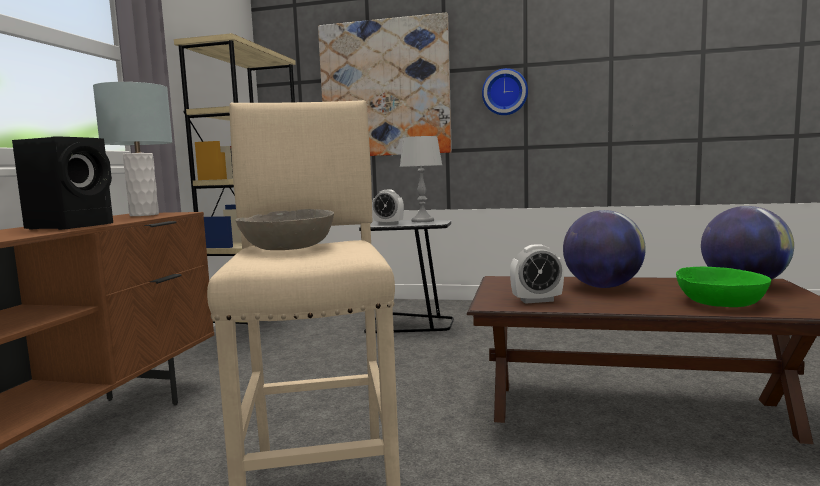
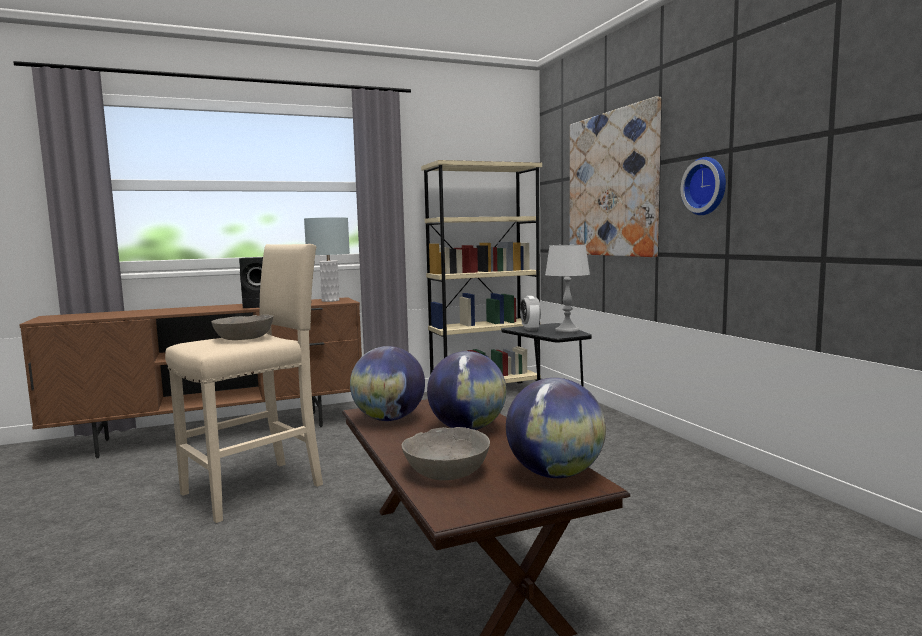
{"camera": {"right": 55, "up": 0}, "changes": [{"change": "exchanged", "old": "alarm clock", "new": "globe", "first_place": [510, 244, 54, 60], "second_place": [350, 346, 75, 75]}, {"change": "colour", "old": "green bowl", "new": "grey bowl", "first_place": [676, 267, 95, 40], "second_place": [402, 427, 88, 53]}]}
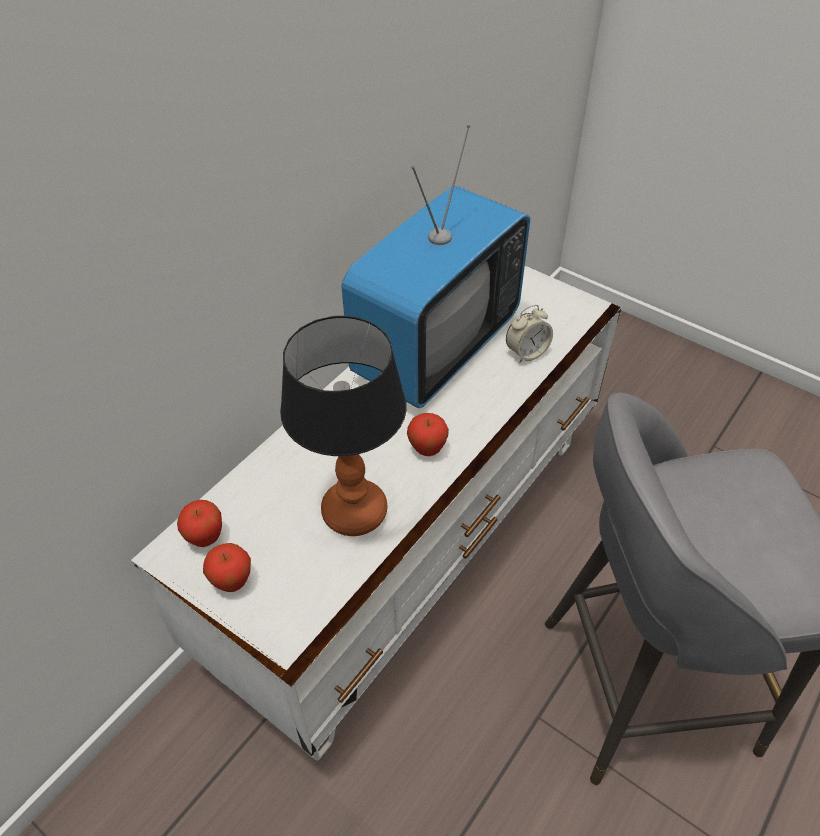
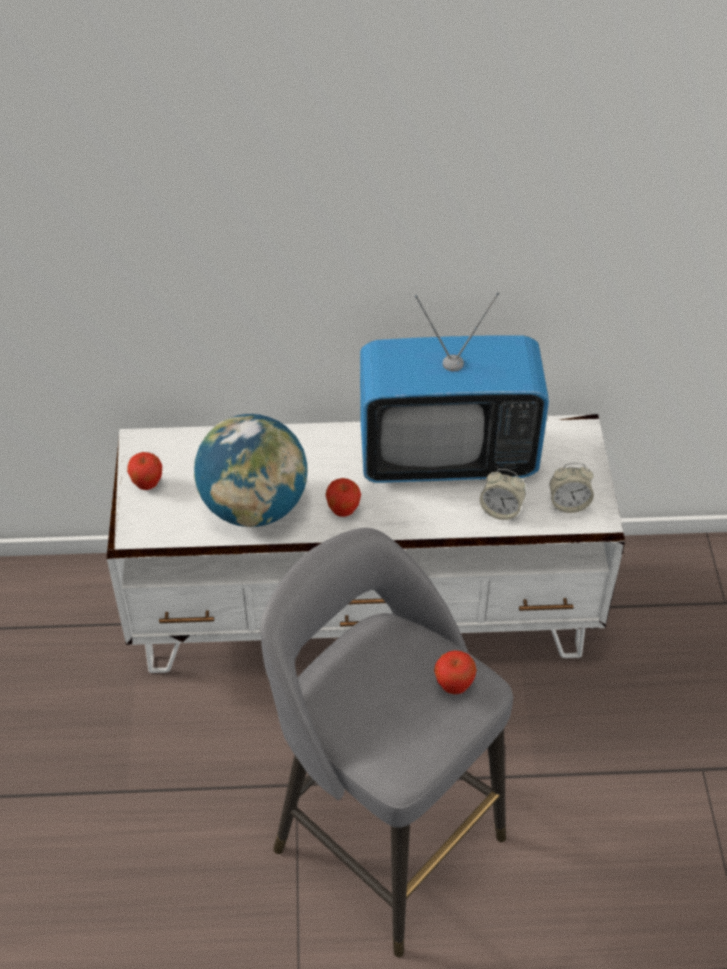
{"camera": {"right": 50, "up": 0}, "changes": [{"change": "exchanged", "old": "table lamp", "new": "globe", "first_place": [280, 316, 127, 220], "second_place": [194, 414, 114, 113]}, {"change": "relocated", "old": "apple", "first_place": [177, 500, 45, 47], "second_place": [434, 650, 43, 44]}, {"change": "appeared", "new": "alarm clock", "second_place": [550, 463, 44, 50]}]}
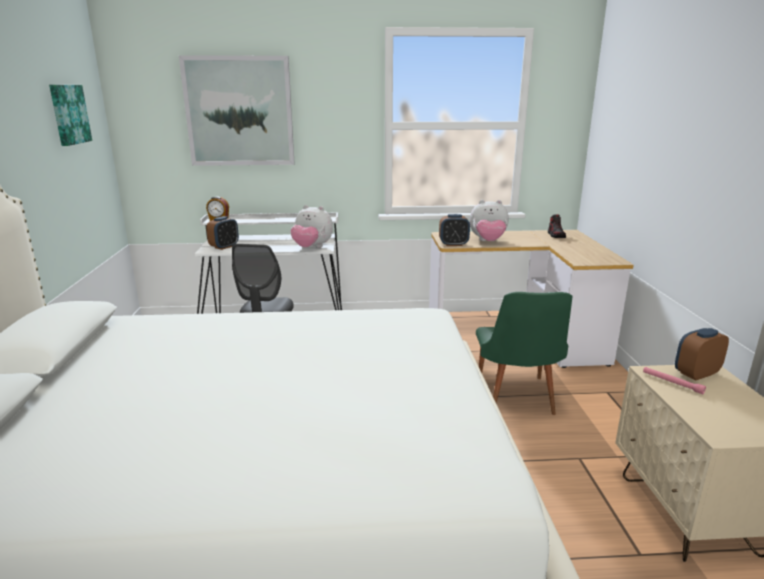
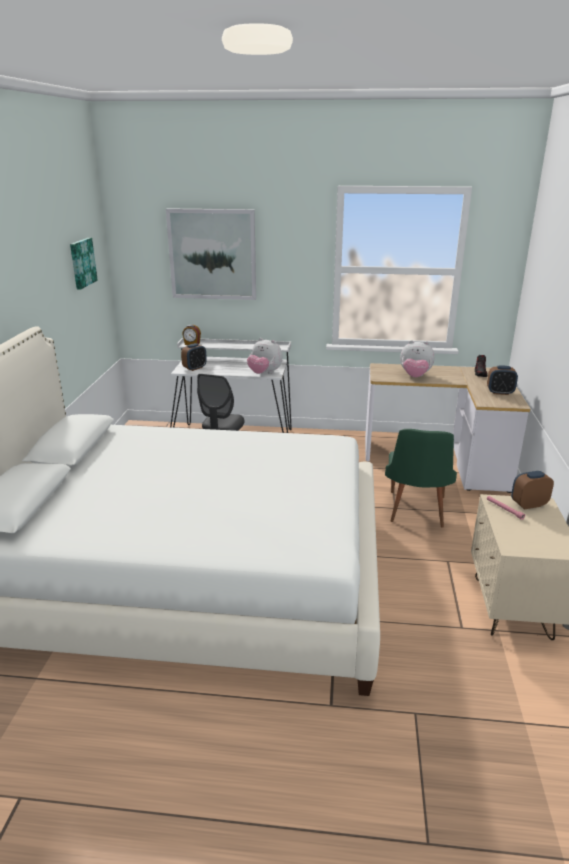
{"camera": {"right": 10, "up": 5}, "changes": [{"change": "relocated", "old": "alarm clock", "first_place": [439, 214, 31, 32], "second_place": [487, 366, 31, 29]}]}
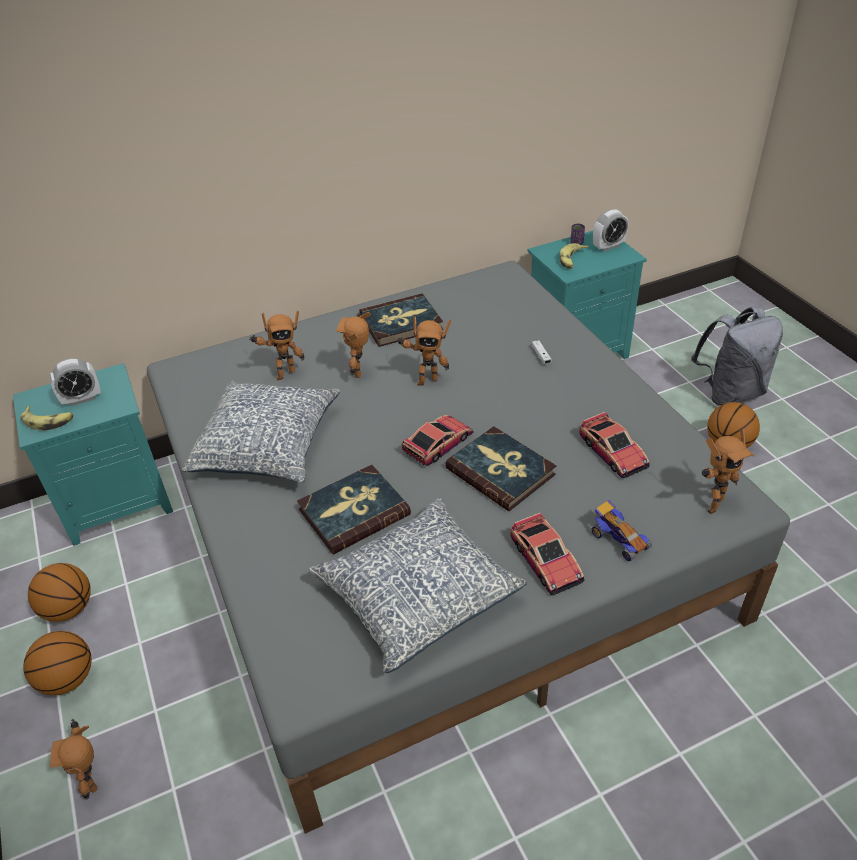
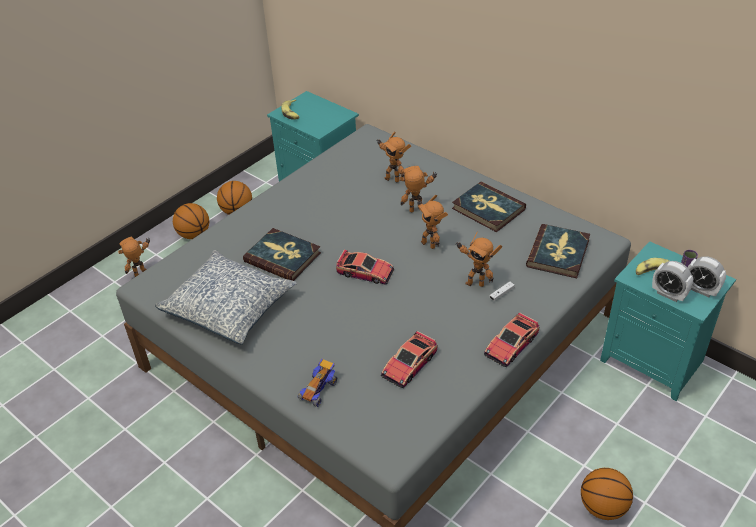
{"camera": {"right": 65, "up": 0}, "changes": [{"change": "relocated", "old": "toy robot", "first_place": [702, 429, 52, 85], "second_place": [455, 231, 47, 56]}, {"change": "relocated", "old": "toy car", "first_place": [511, 513, 74, 82], "second_place": [484, 312, 56, 55]}, {"change": "relocated", "old": "book", "first_place": [445, 426, 111, 85], "second_place": [526, 224, 64, 55]}, {"change": "relocated", "old": "alarm clock", "first_place": [50, 358, 51, 48], "second_place": [652, 261, 41, 41]}, {"change": "missing", "old": "pillow", "first_place": [181, 380, 159, 103]}, {"change": "missing", "old": "grey backpack", "first_place": [691, 307, 92, 98]}]}
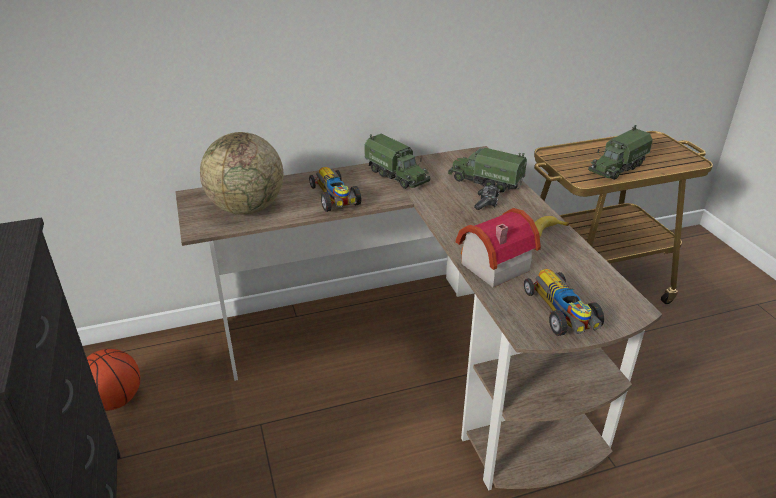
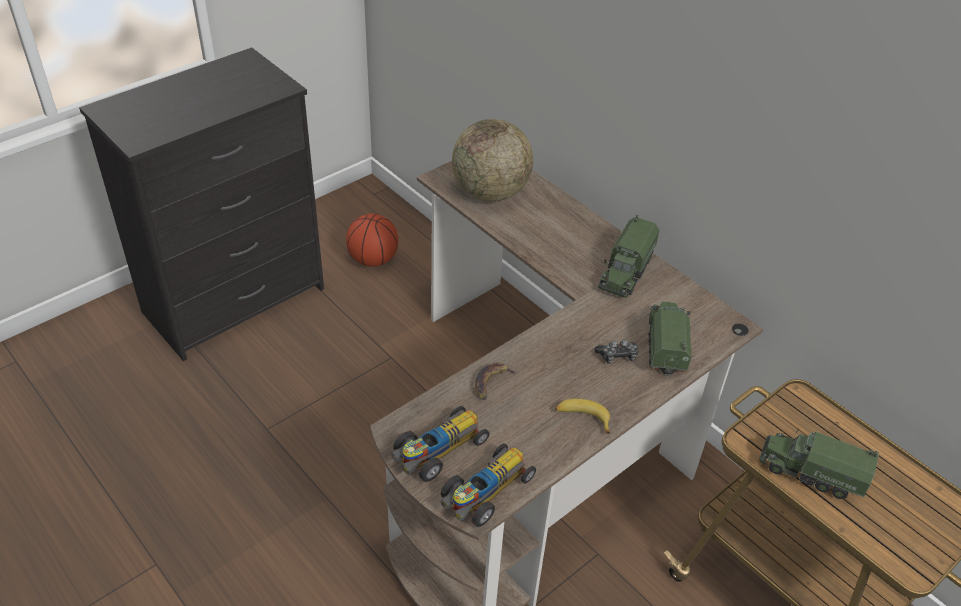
{"camera": {"right": 65, "up": 10}, "changes": [{"change": "relocated", "old": "toy car", "first_place": [309, 167, 52, 45], "second_place": [441, 443, 95, 84]}, {"change": "exchanged", "old": "toy house", "new": "banana", "first_place": [456, 208, 85, 79], "second_place": [475, 362, 43, 38]}]}
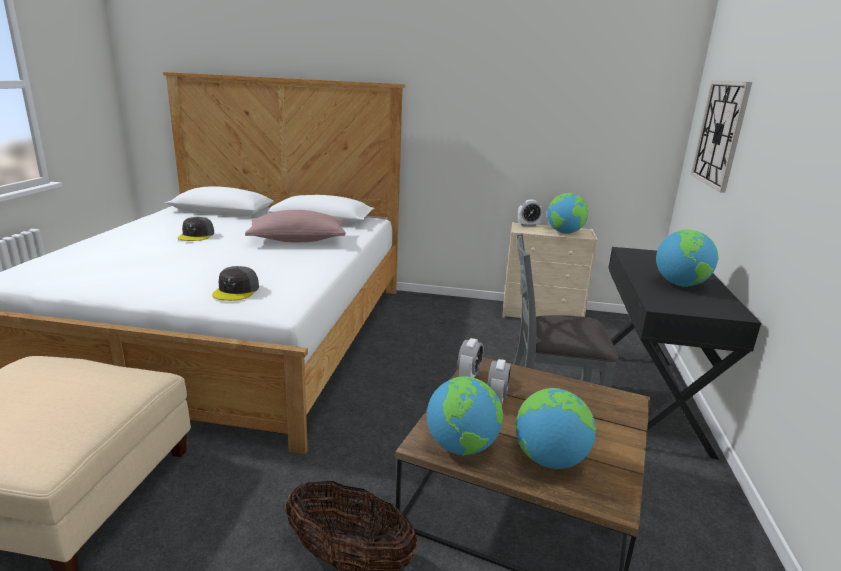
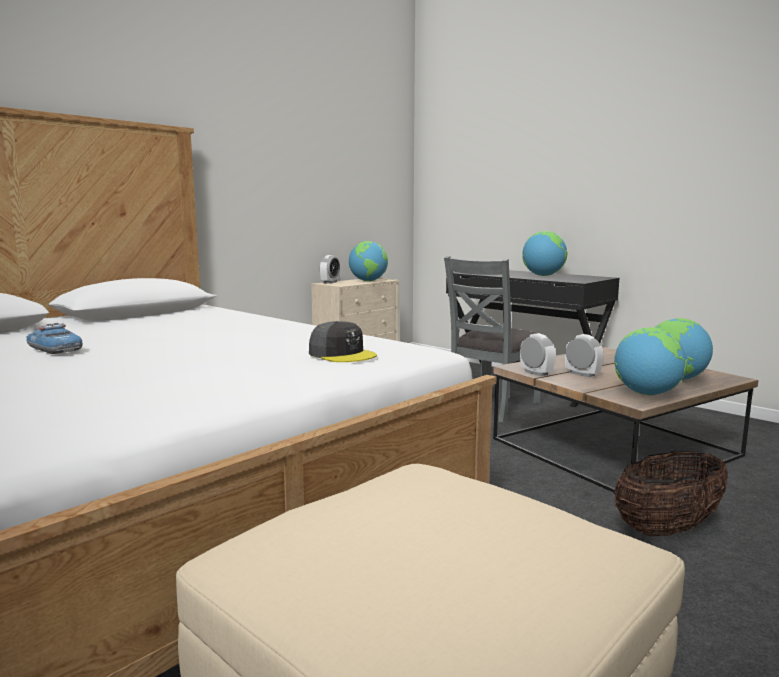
{"camera": {"right": -55, "up": -10}, "changes": [{"change": "exchanged", "old": "grey cap", "new": "toy car", "first_place": [178, 217, 36, 24], "second_place": [26, 323, 57, 31]}, {"change": "missing", "old": "pink pillow", "first_place": [245, 210, 101, 32]}, {"change": "missing", "old": "wall clock", "first_place": [691, 81, 61, 112]}]}
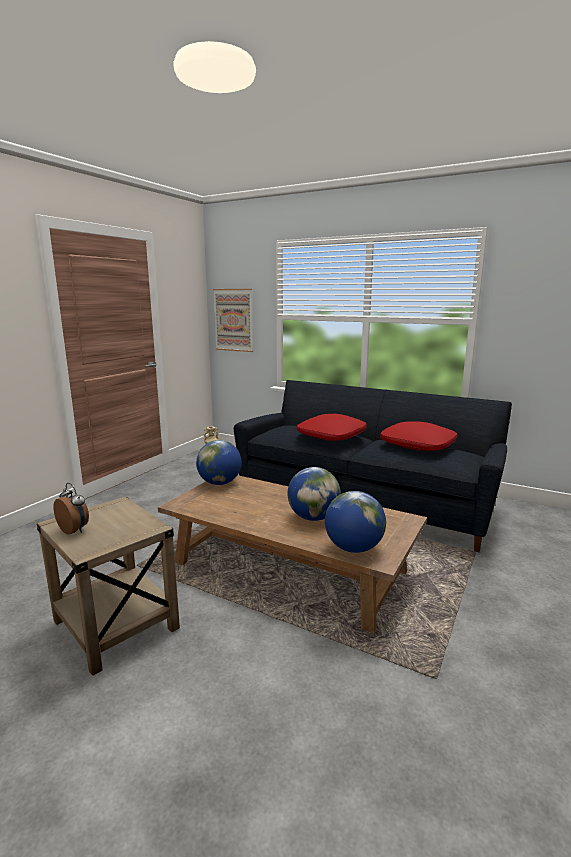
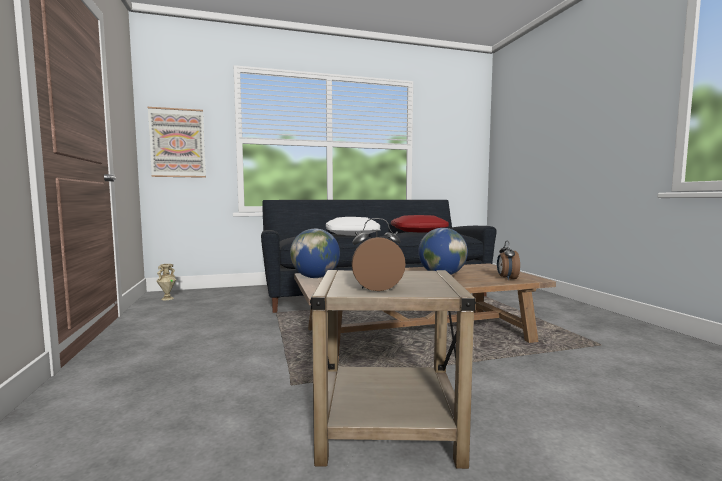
{"camera": {"right": -45, "up": -10}, "changes": [{"change": "colour", "old": "red pillow", "new": "white pillow", "first_place": [297, 414, 70, 27], "second_place": [326, 217, 54, 19]}, {"change": "exchanged", "old": "globe", "new": "alarm clock", "first_place": [325, 491, 61, 62], "second_place": [497, 241, 23, 39]}]}
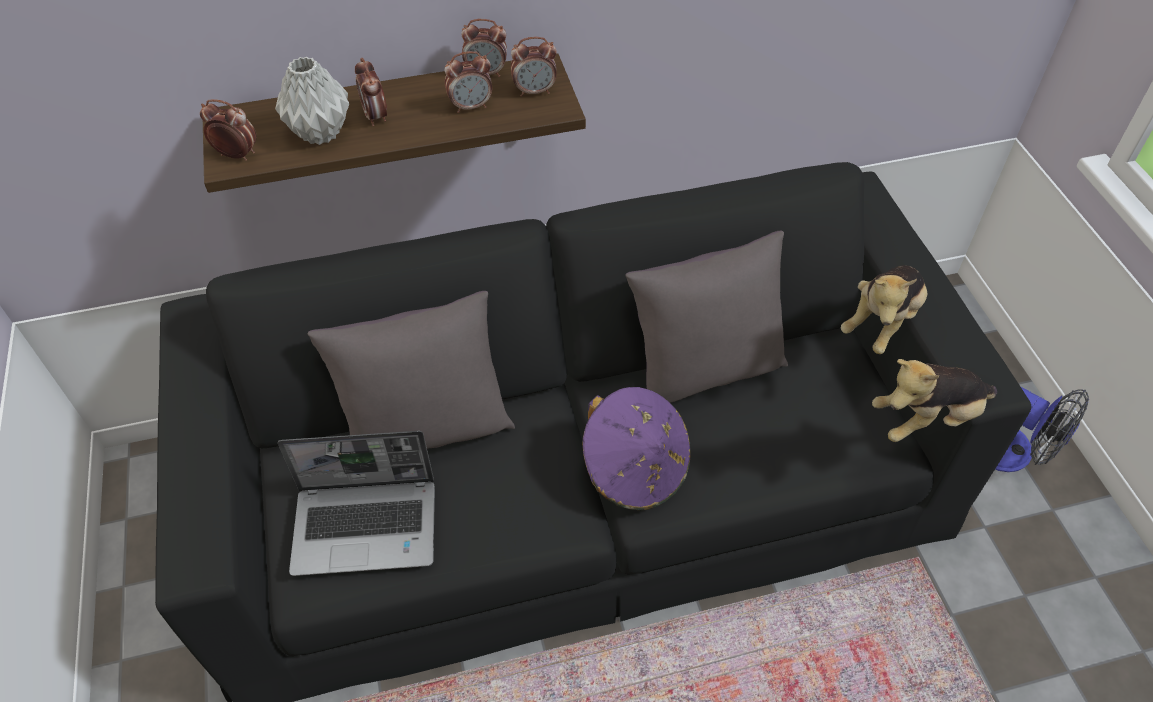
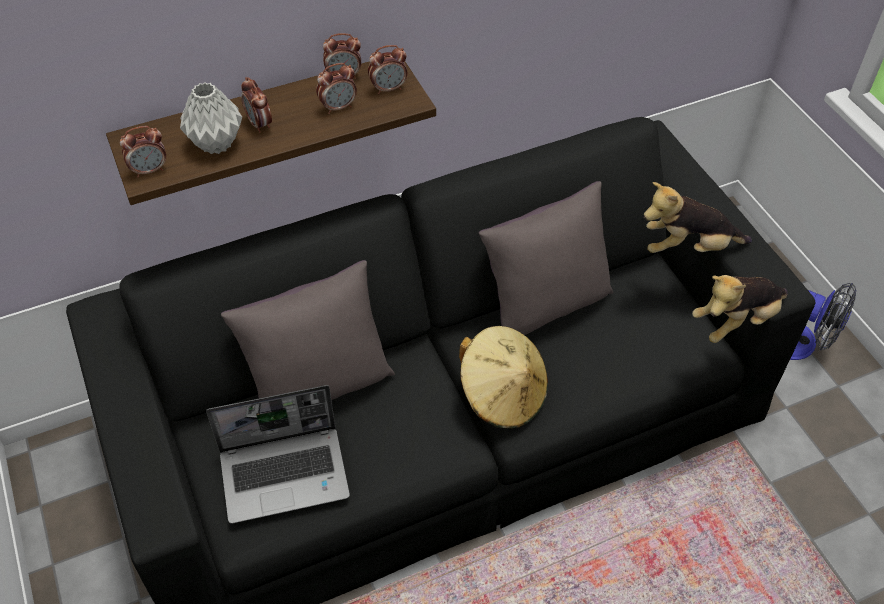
{"camera": {"right": -10, "up": 0}, "changes": [{"change": "spun", "old": "alarm clock", "first_place": [200, 99, 57, 62], "second_place": [120, 126, 46, 51], "degrees": 150}, {"change": "colour", "old": "purple hat", "new": "beige hat", "first_place": [582, 387, 109, 123], "second_place": [459, 326, 89, 103]}, {"change": "spun", "old": "plush toy", "first_place": [841, 265, 87, 89], "second_place": [644, 182, 108, 71], "degrees": 60}]}
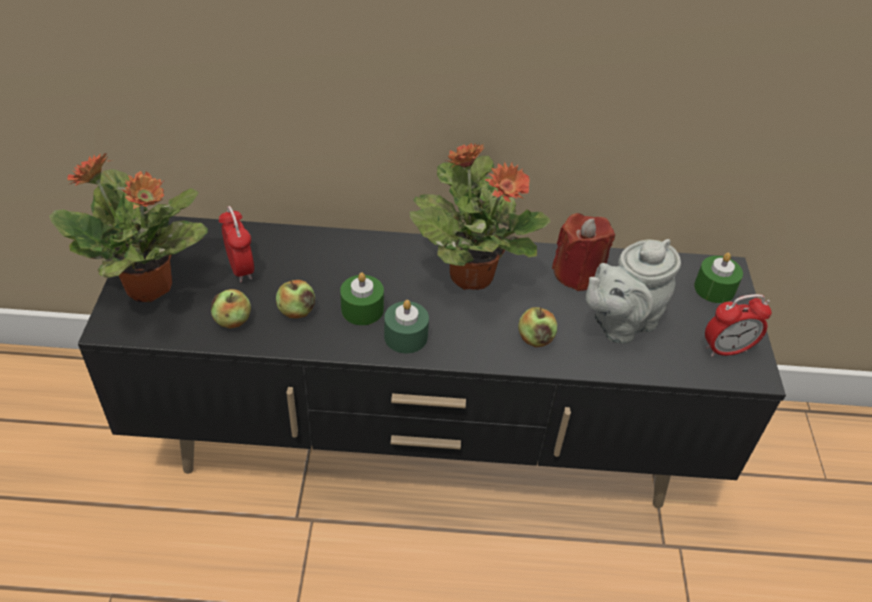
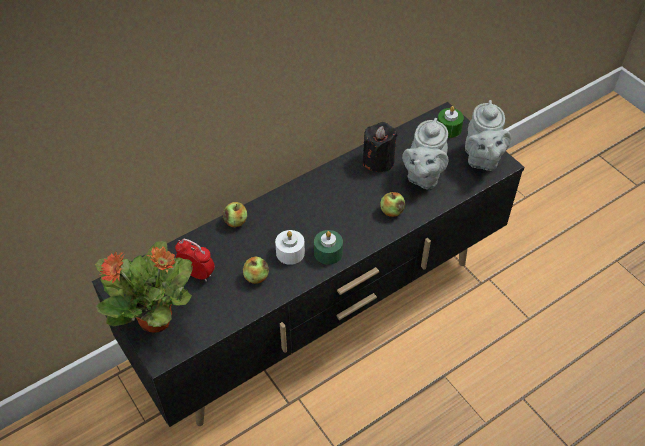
{"camera": {"right": -35, "up": 5}, "changes": [{"change": "relocated", "old": "apple", "first_place": [211, 289, 40, 40], "second_place": [223, 202, 24, 25]}, {"change": "colour", "old": "green candle", "new": "white candle", "first_place": [340, 272, 44, 53], "second_place": [275, 230, 30, 35]}, {"change": "colour", "old": "red candle", "new": "black candle", "first_place": [552, 213, 63, 78], "second_place": [363, 122, 34, 50]}, {"change": "exchanged", "old": "alarm clock", "new": "grey teapot", "first_place": [705, 294, 67, 63], "second_place": [465, 100, 46, 71]}, {"change": "missing", "old": "potted plant", "first_place": [409, 143, 141, 147]}]}
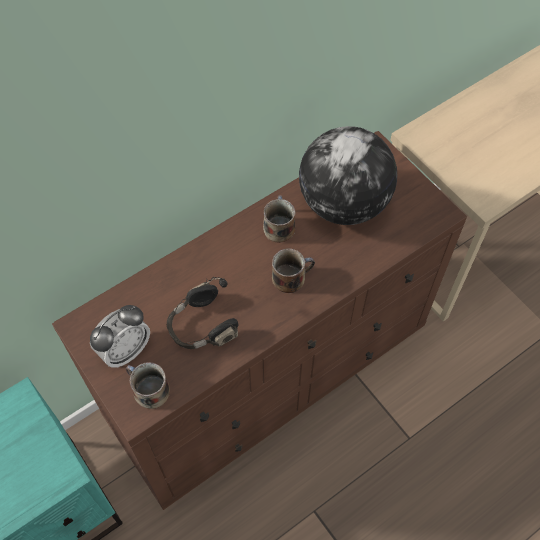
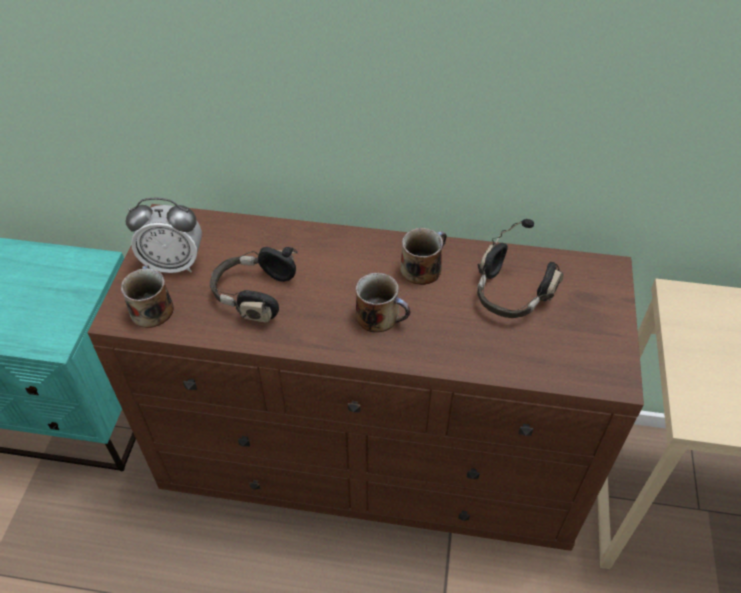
{"camera": {"right": 45, "up": -10}, "changes": [{"change": "exchanged", "old": "globe", "new": "black headphones", "first_place": [299, 126, 98, 99], "second_place": [477, 219, 86, 99]}]}
